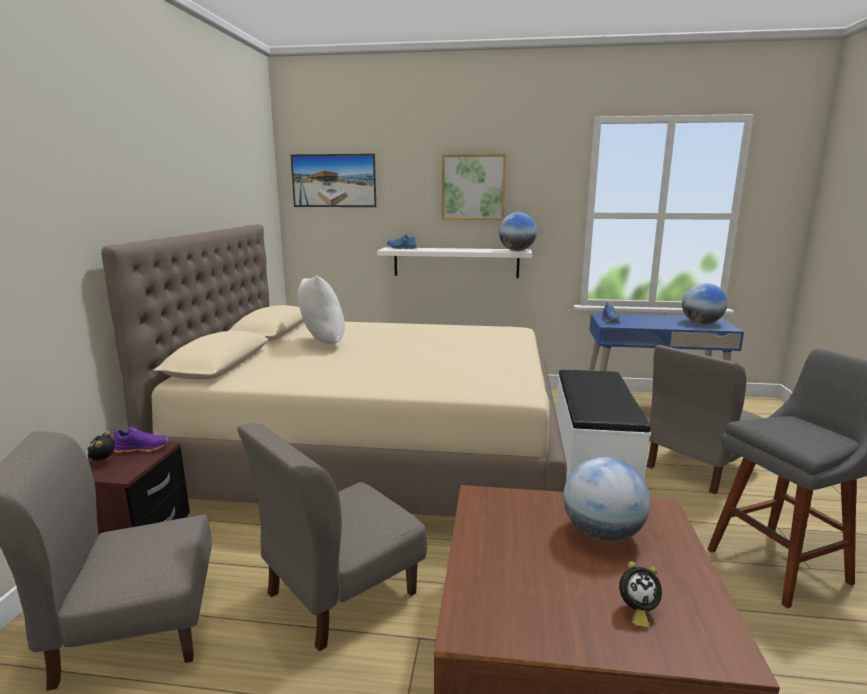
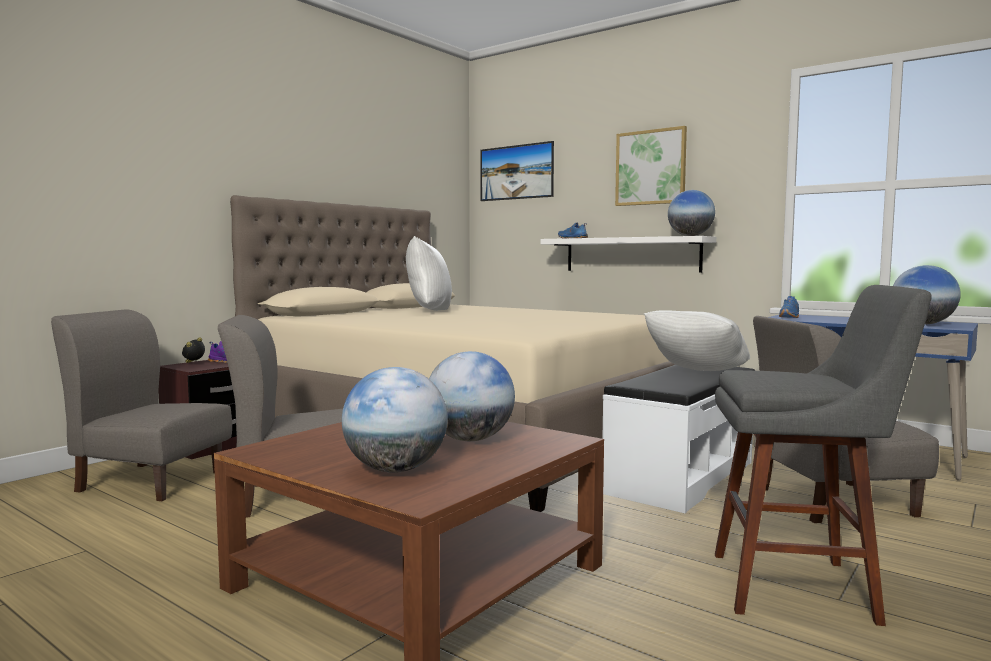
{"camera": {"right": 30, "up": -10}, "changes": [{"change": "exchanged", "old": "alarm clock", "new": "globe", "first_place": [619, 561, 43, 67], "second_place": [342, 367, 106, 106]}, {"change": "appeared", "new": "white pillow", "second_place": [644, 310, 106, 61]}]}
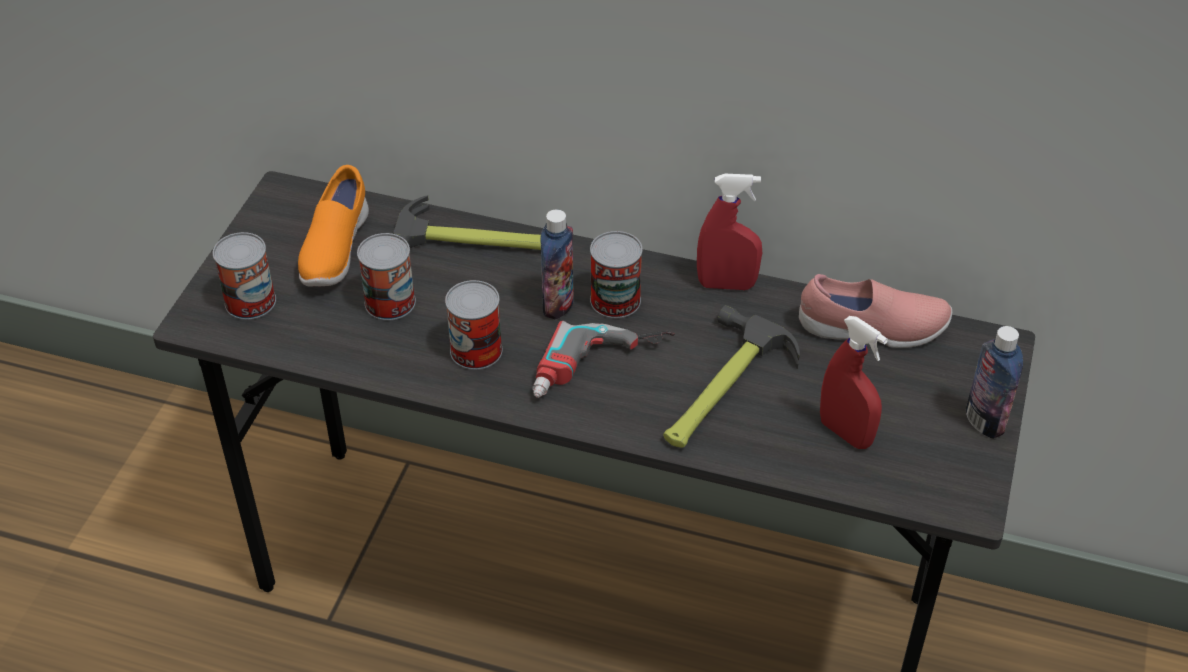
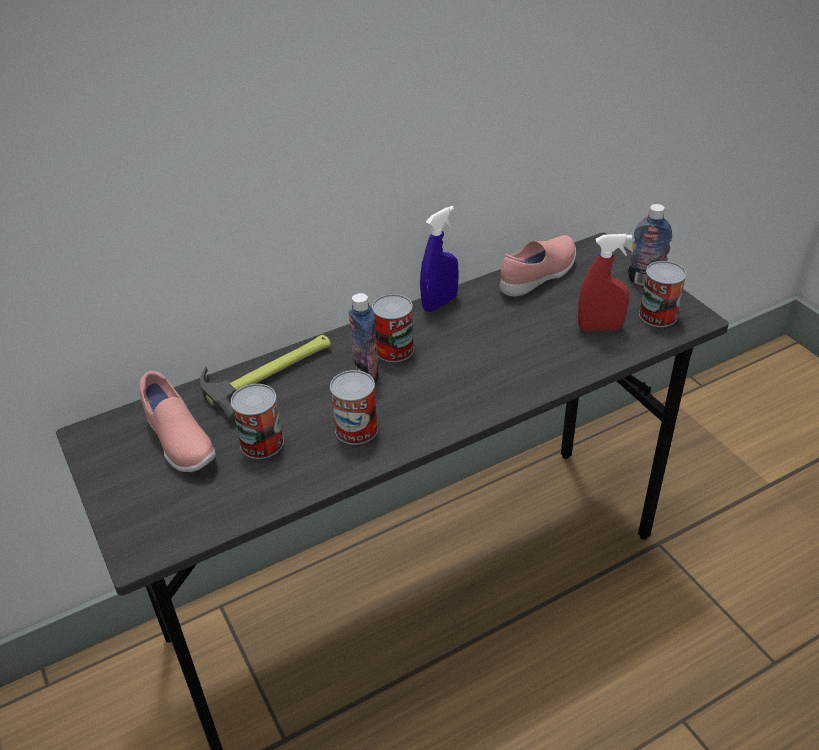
{"camera": {"right": -45, "up": -5}, "changes": [{"change": "colour", "old": "orange shoe", "new": "pink shoe", "first_place": [298, 165, 71, 122], "second_place": [139, 371, 77, 101]}, {"change": "colour", "old": "red spray bottle", "new": "blue spray bottle", "first_place": [697, 174, 65, 116], "second_place": [420, 206, 39, 106]}, {"change": "relocated", "old": "can", "first_place": [213, 232, 63, 88], "second_place": [639, 261, 48, 66]}, {"change": "missing", "old": "power drill", "first_place": [532, 321, 143, 77]}, {"change": "missing", "old": "hammer", "first_place": [663, 305, 137, 143]}]}
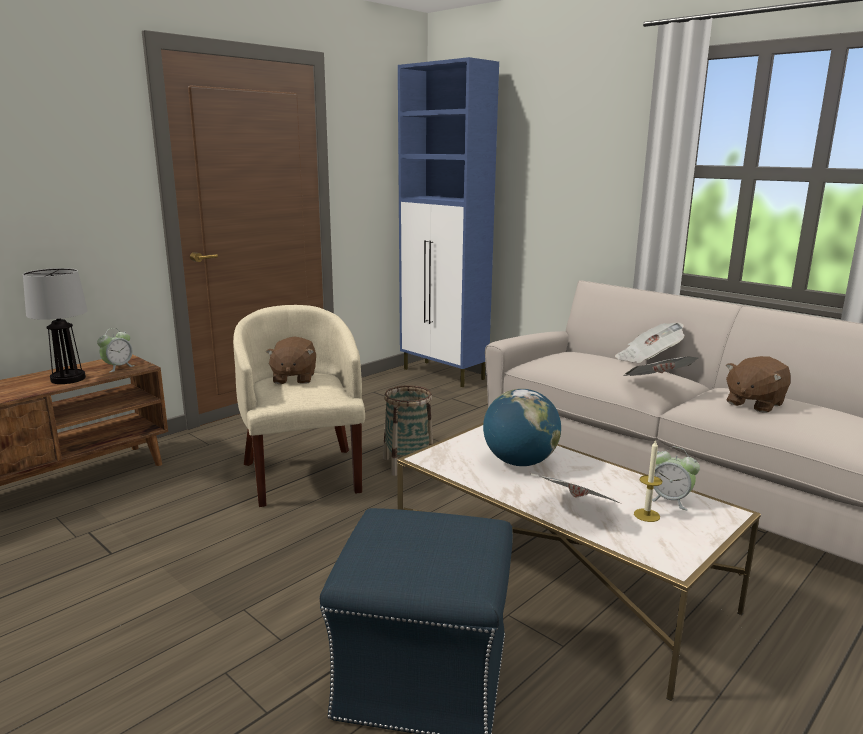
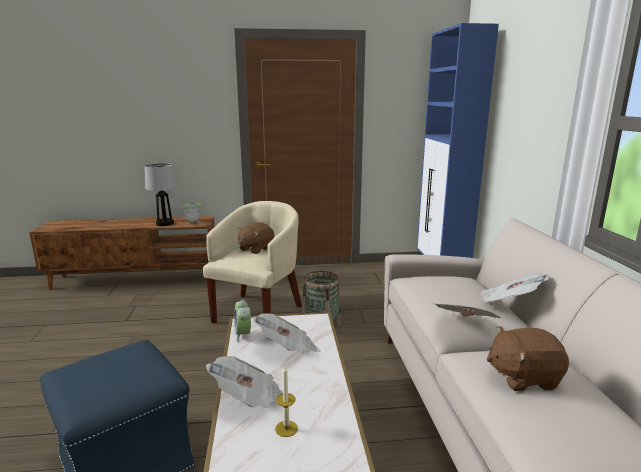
{"camera": {"right": 40, "up": 0}, "changes": [{"change": "relocated", "old": "alarm clock", "first_place": [652, 447, 48, 63], "second_place": [234, 299, 17, 44]}, {"change": "exchanged", "old": "globe", "new": "newspaper", "first_place": [483, 389, 78, 77], "second_place": [252, 313, 69, 40]}]}
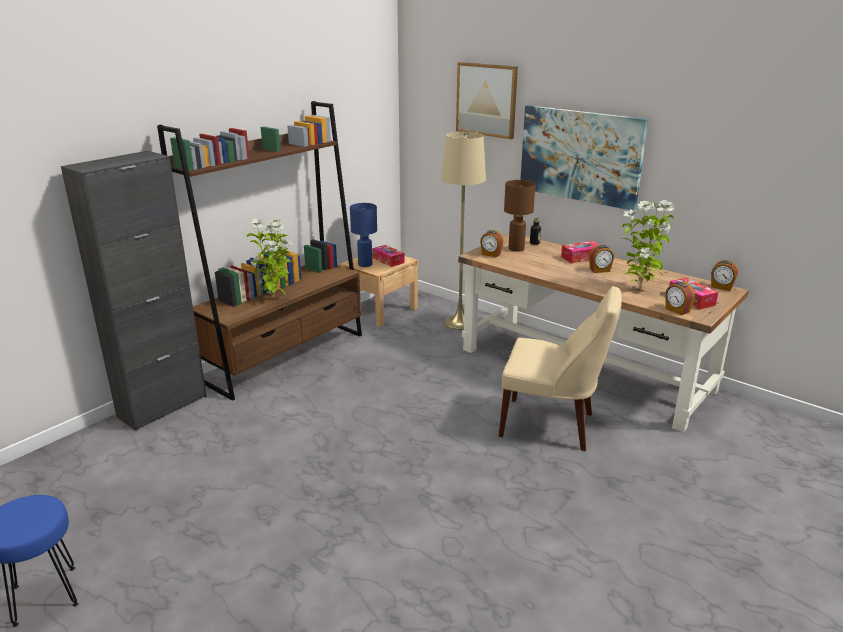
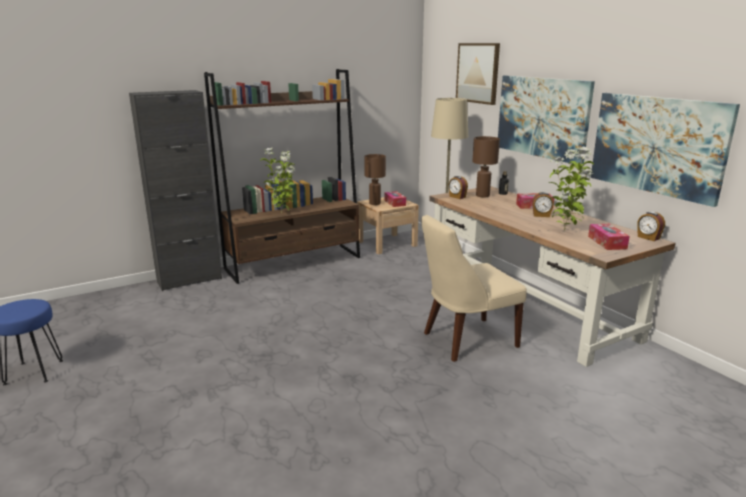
{"camera": {"right": 20, "up": -5}, "changes": [{"change": "colour", "old": "blue table lamp", "new": "brown table lamp", "first_place": [350, 203, 27, 64], "second_place": [364, 154, 22, 51]}, {"change": "spun", "old": "beige chair", "first_place": [499, 286, 123, 165], "second_place": [421, 215, 106, 147], "degrees": 120}, {"change": "appeared", "new": "picture", "second_place": [591, 93, 149, 114]}, {"change": "missing", "old": "alarm clock", "first_place": [665, 282, 30, 33]}]}
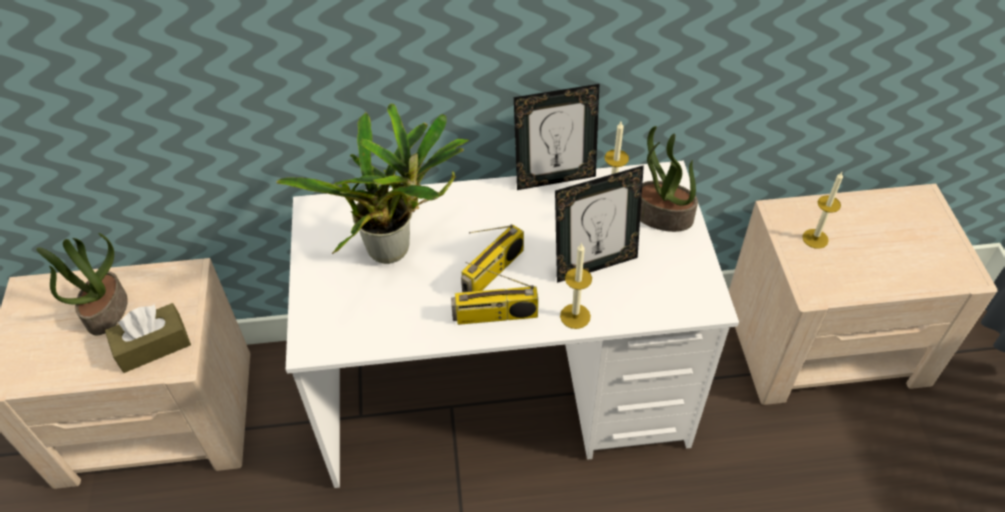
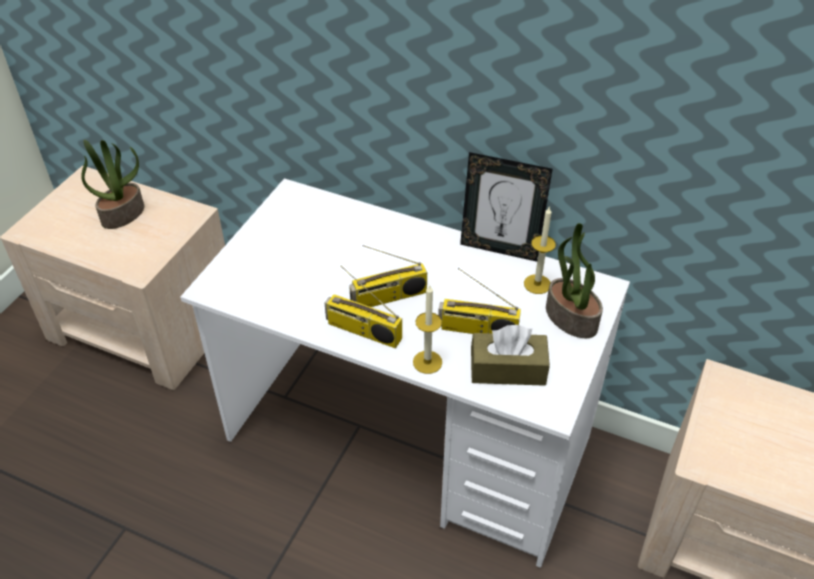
{"camera": {"right": 30, "up": -5}, "changes": [{"change": "exchanged", "old": "picture frame", "new": "radio", "first_place": [555, 165, 89, 118], "second_place": [438, 268, 83, 66]}, {"change": "relocated", "old": "brown tissue box", "first_place": [105, 303, 86, 70], "second_place": [471, 325, 79, 61]}, {"change": "missing", "old": "potted plant", "first_place": [276, 104, 193, 160]}, {"change": "missing", "old": "candle", "first_place": [802, 172, 41, 77]}]}
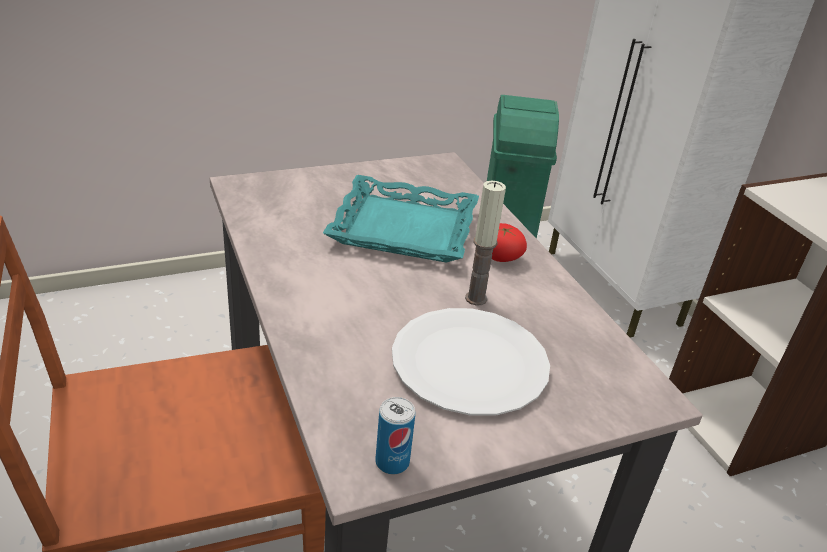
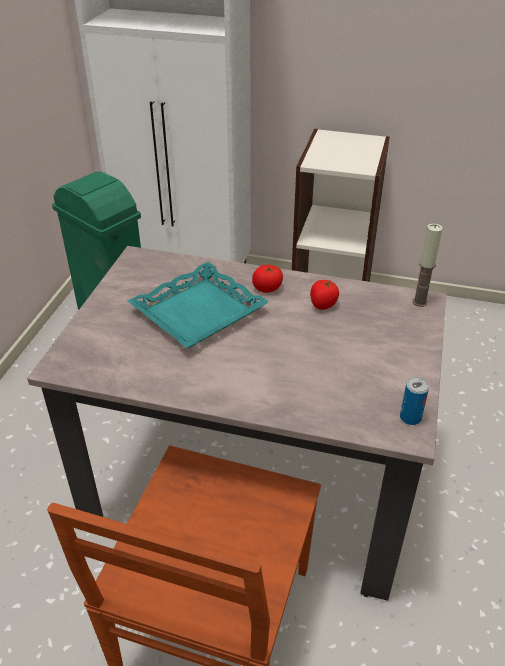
{"camera": {"right": -50, "up": 5}, "changes": [{"change": "appeared", "new": "tomato", "second_place": [310, 280, 29, 30]}, {"change": "relocated", "old": "candle", "first_place": [465, 180, 41, 125], "second_place": [412, 223, 31, 84]}, {"change": "missing", "old": "white plate", "first_place": [392, 308, 158, 107]}]}
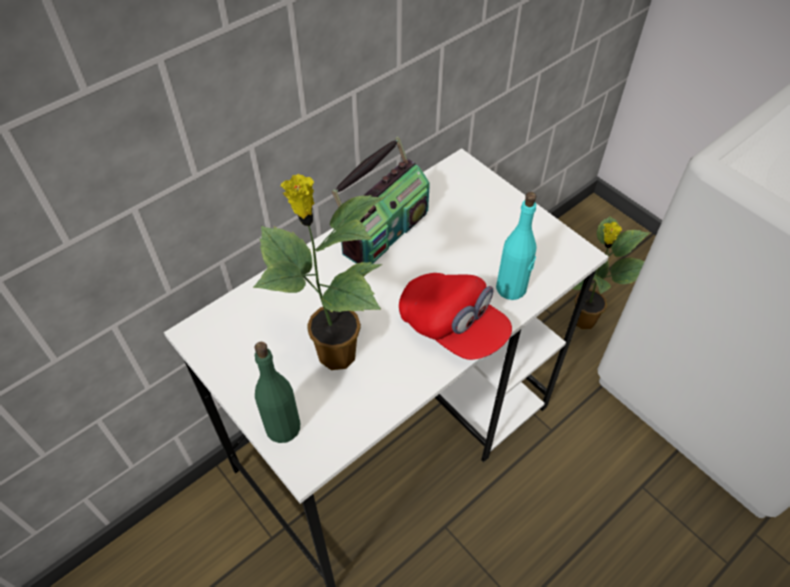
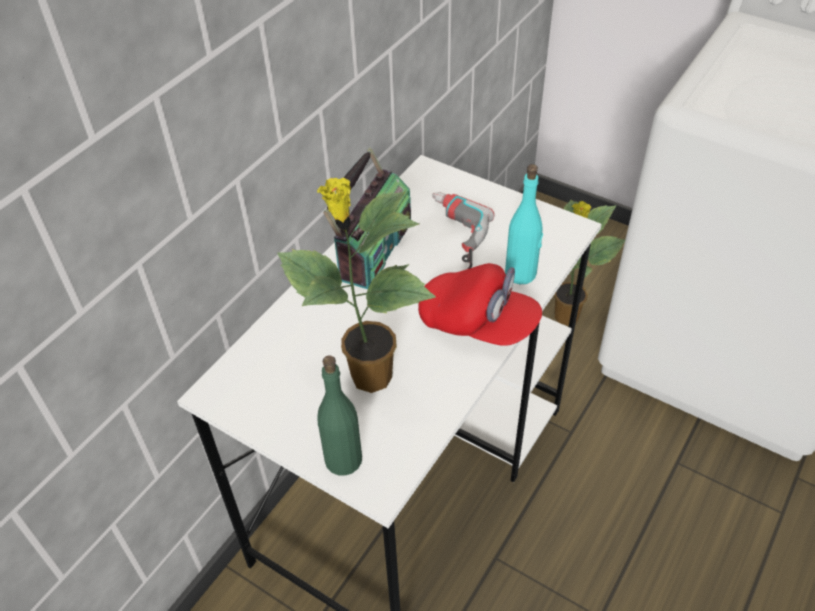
{"camera": {"right": -15, "up": -5}, "changes": [{"change": "appeared", "new": "power drill", "second_place": [432, 192, 62, 77]}]}
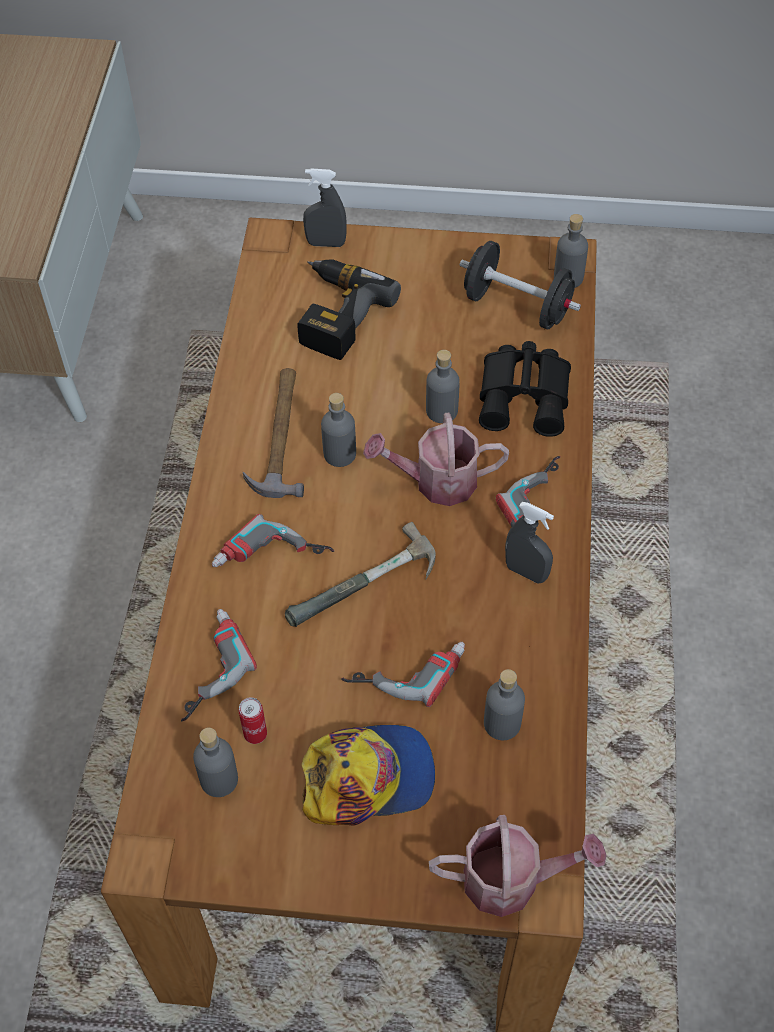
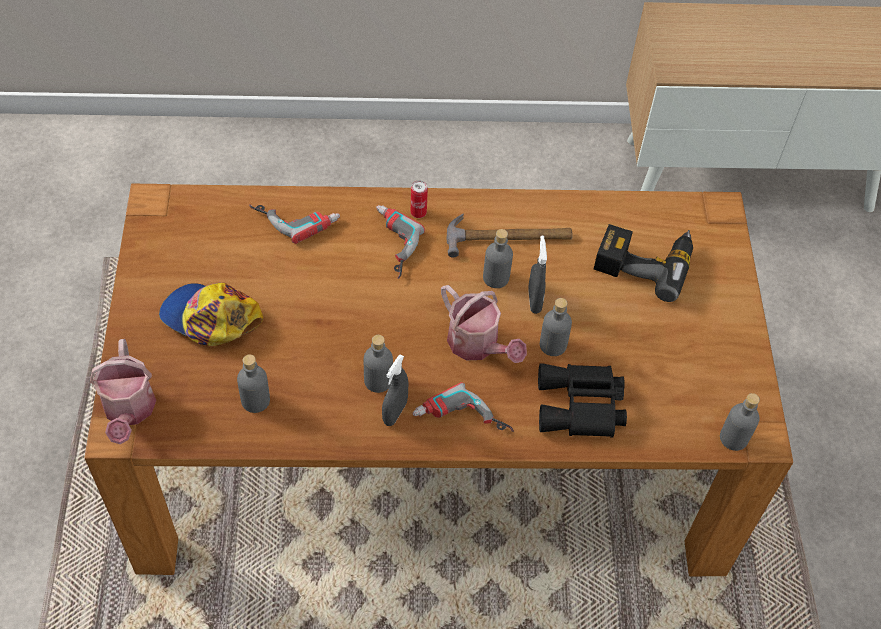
{"camera": {"right": 80, "up": 0}, "changes": [{"change": "spun", "old": "cap", "first_place": [301, 725, 134, 100], "second_place": [159, 283, 104, 63], "degrees": 135}, {"change": "relocated", "old": "grey bottle", "first_place": [193, 728, 45, 69], "second_place": [364, 335, 29, 58]}, {"change": "relocated", "old": "can", "first_place": [239, 697, 28, 47], "second_place": [411, 180, 17, 38]}, {"change": "spun", "old": "watering can", "first_place": [363, 413, 146, 93], "second_place": [441, 285, 86, 78], "degrees": 150}, {"change": "relocated", "old": "grey spray bottle", "first_place": [303, 169, 44, 78], "second_place": [528, 235, 19, 79]}, {"change": "missing", "old": "hammer", "first_place": [285, 522, 151, 105]}, {"change": "missing", "old": "power drill", "first_place": [341, 642, 124, 65]}, {"change": "missing", "old": "black dumbbell", "first_place": [460, 241, 121, 89]}]}
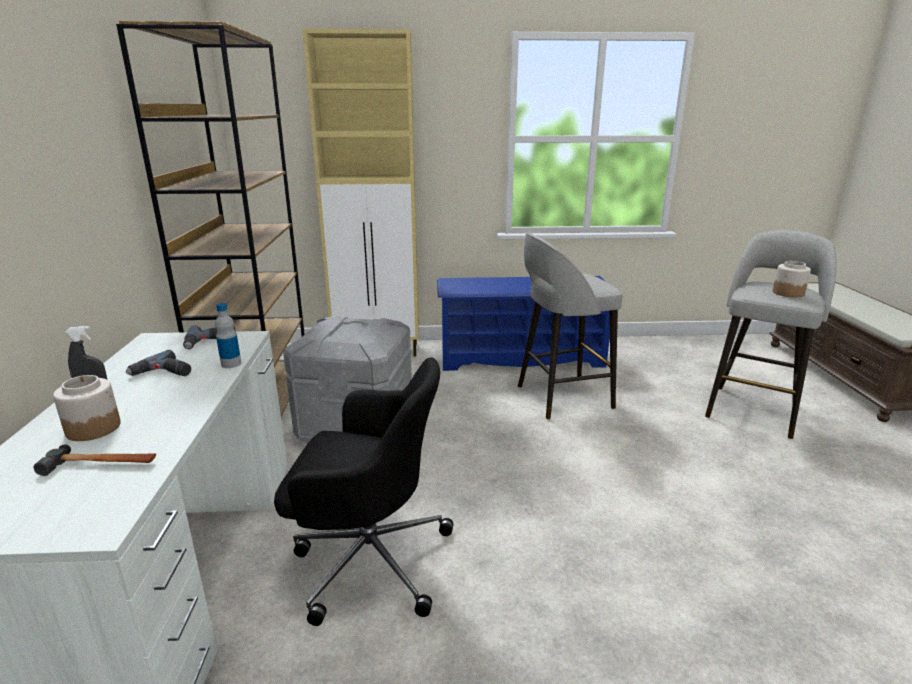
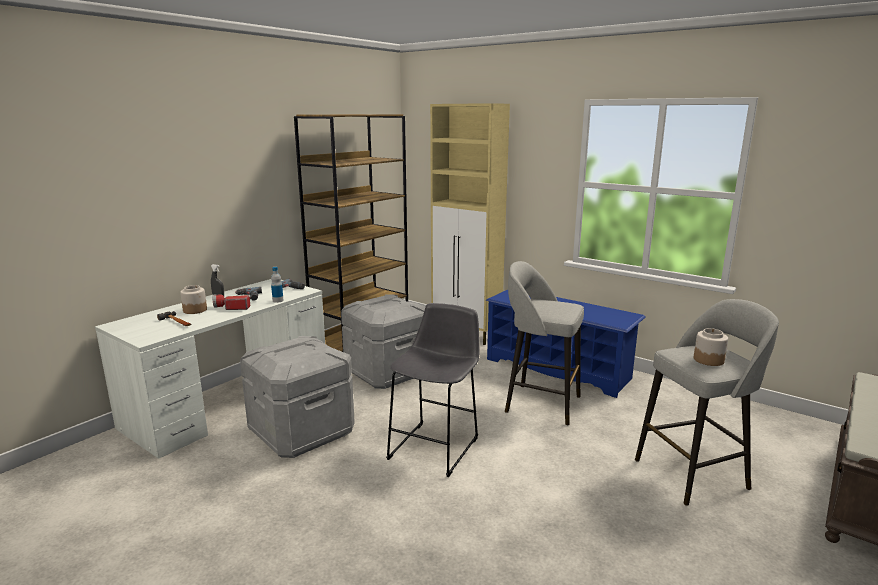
{"camera": {"right": 40, "up": -5}, "changes": [{"change": "appeared", "new": "flashlight", "second_place": [213, 294, 38, 16]}, {"change": "exchanged", "old": "black office chair", "new": "grey storage box", "first_place": [274, 358, 179, 268], "second_place": [240, 336, 115, 122]}, {"change": "appeared", "new": "grey stool", "second_place": [386, 303, 94, 174]}]}
